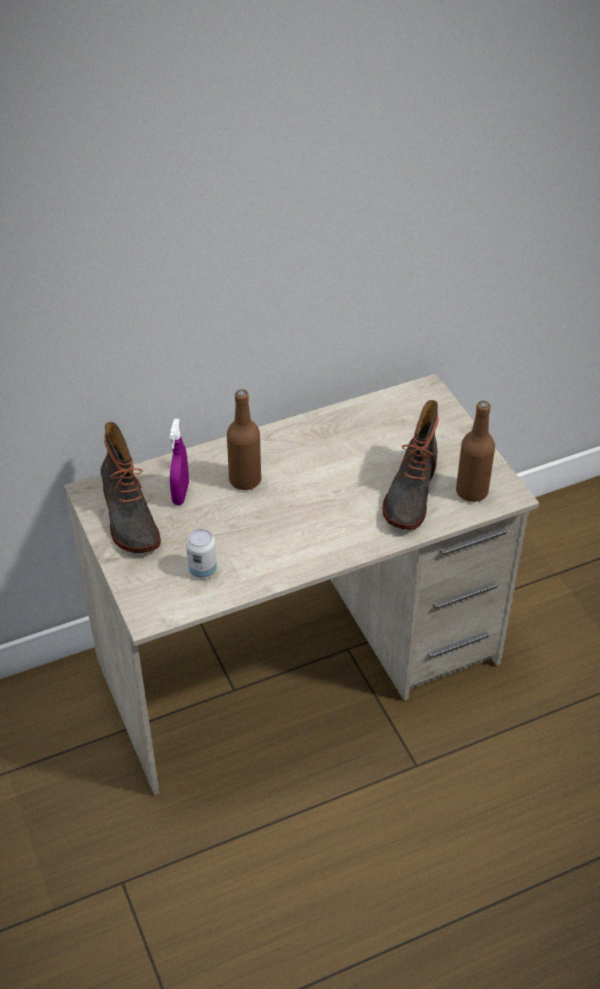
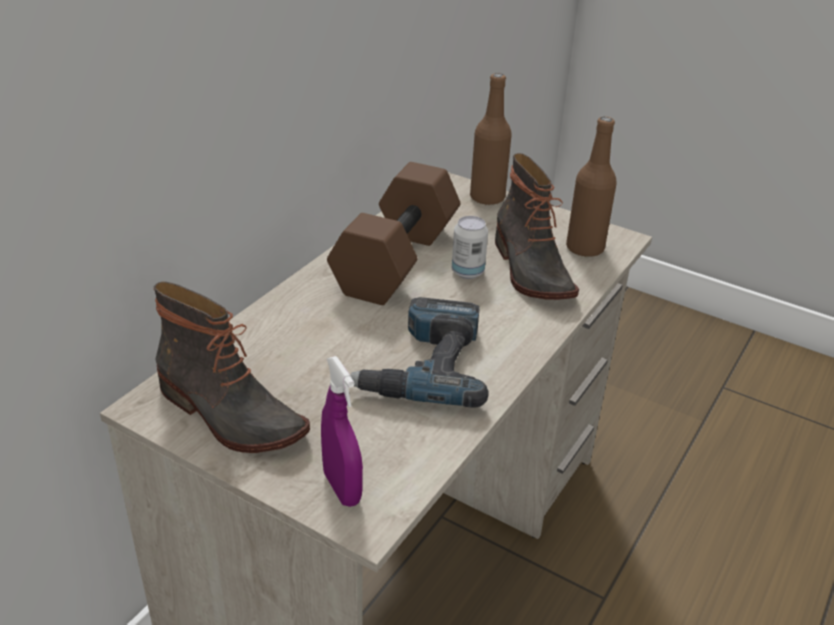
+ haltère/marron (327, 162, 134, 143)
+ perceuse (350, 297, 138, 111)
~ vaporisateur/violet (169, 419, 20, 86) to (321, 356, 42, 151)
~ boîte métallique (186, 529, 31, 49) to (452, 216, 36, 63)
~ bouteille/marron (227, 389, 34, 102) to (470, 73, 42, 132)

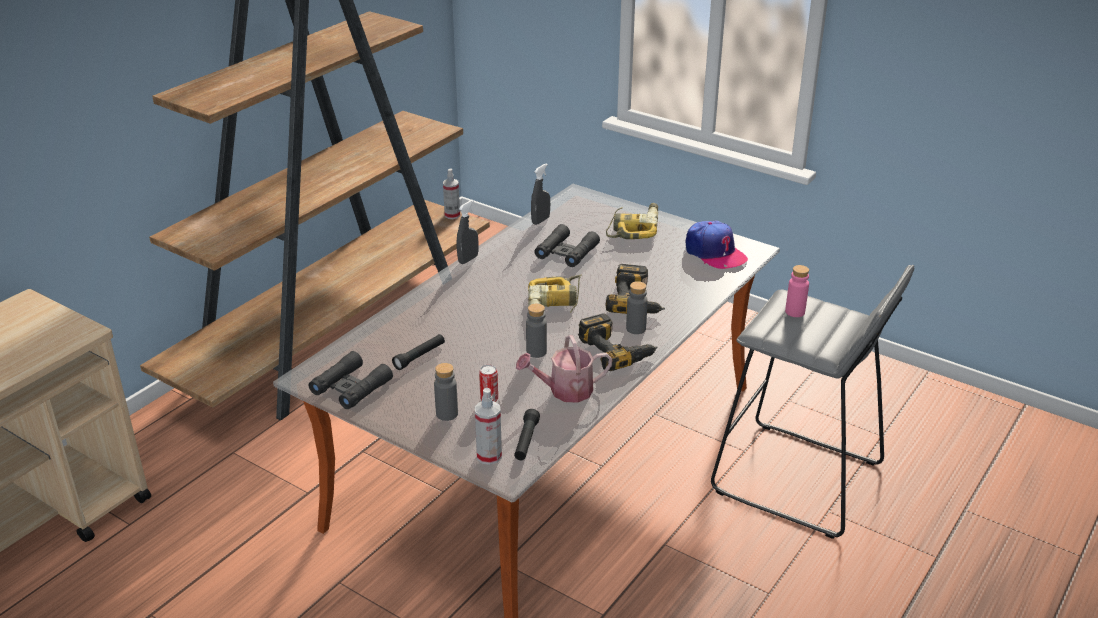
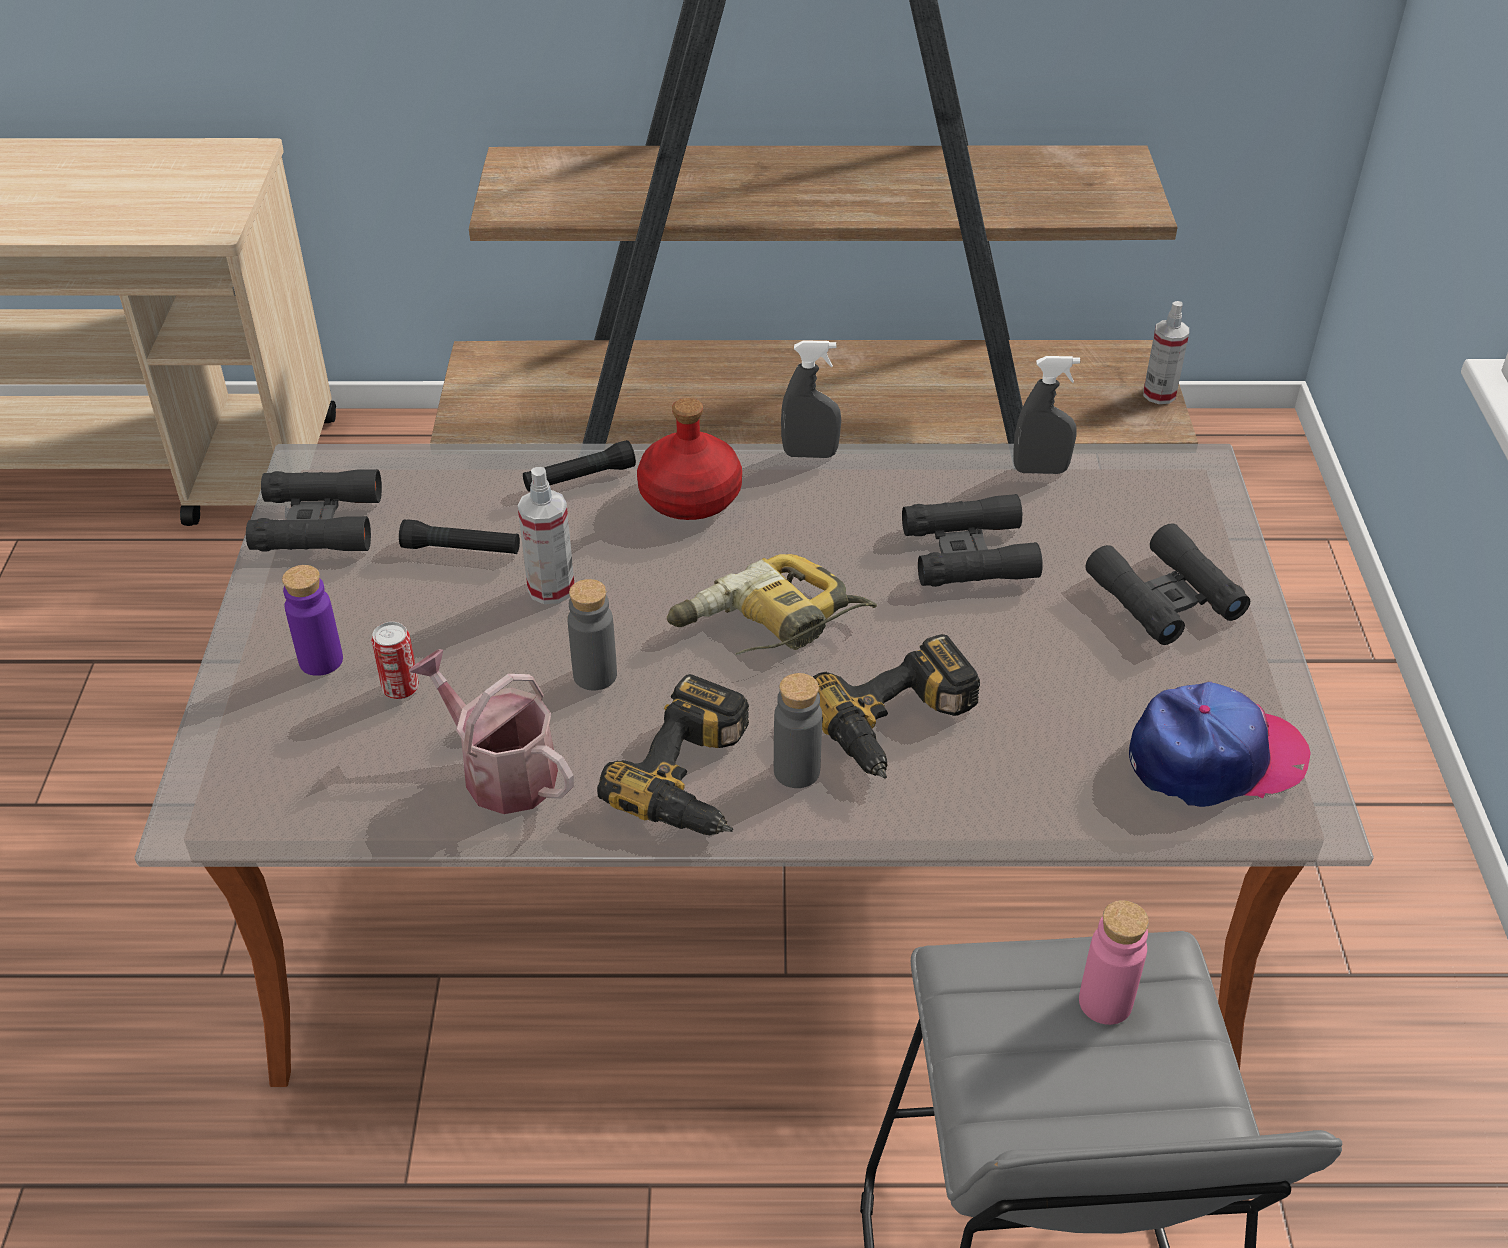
+ bouteille/rouge (637, 398, 105, 122)
~ vaporisateur (475, 388, 27, 77) to (517, 467, 57, 137)
~ lampe de poche/noir (514, 409, 26, 51) to (523, 440, 113, 52)
~ perceuse (606, 203, 52, 36) to jumelles/noir (1085, 523, 165, 122)
~ bouteille/gris (434, 363, 24, 58) to bouteille/violet (282, 565, 61, 111)
~ casquette (686, 221, 62, 48) = (1129, 682, 182, 125) 120 degrees counterclockwise

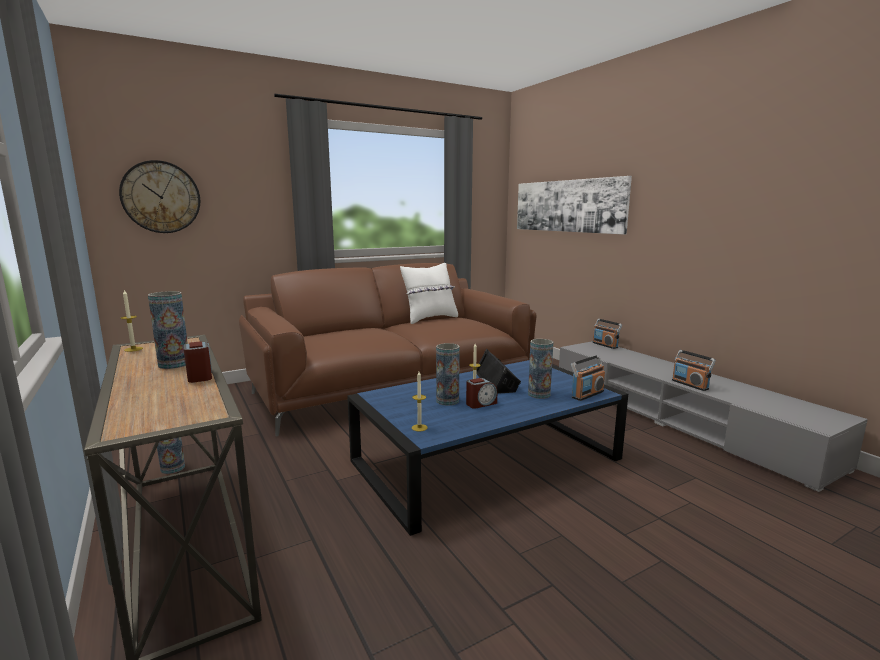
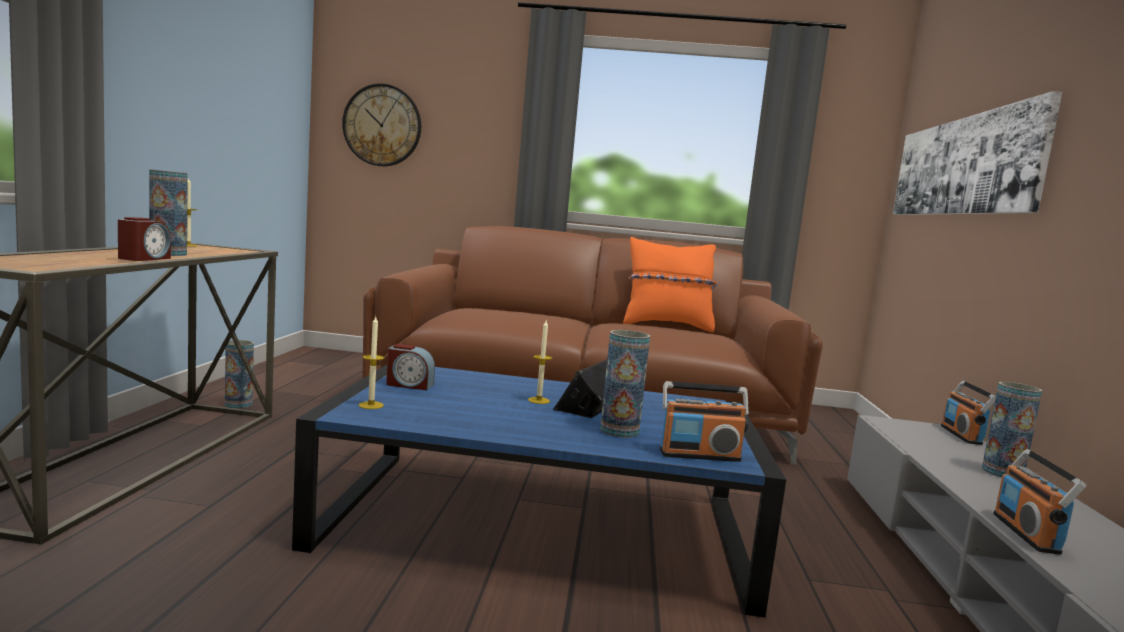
~ vase (436, 343, 24, 63) to (982, 382, 60, 96)
~ réveil (466, 378, 31, 31) to (386, 344, 49, 46)
~ coussin/blanc (400, 263, 58, 61) to coussin/orange (623, 237, 95, 95)

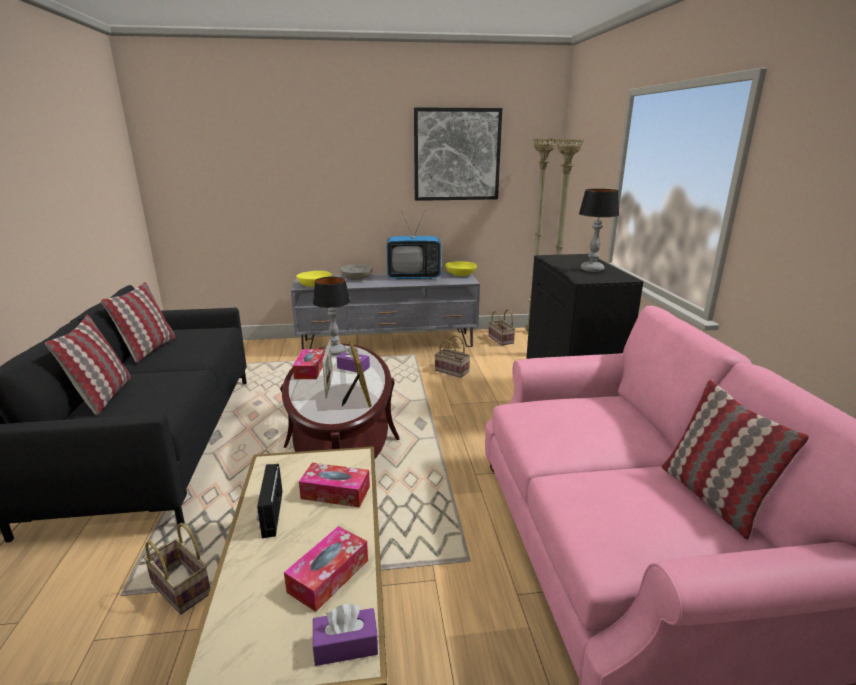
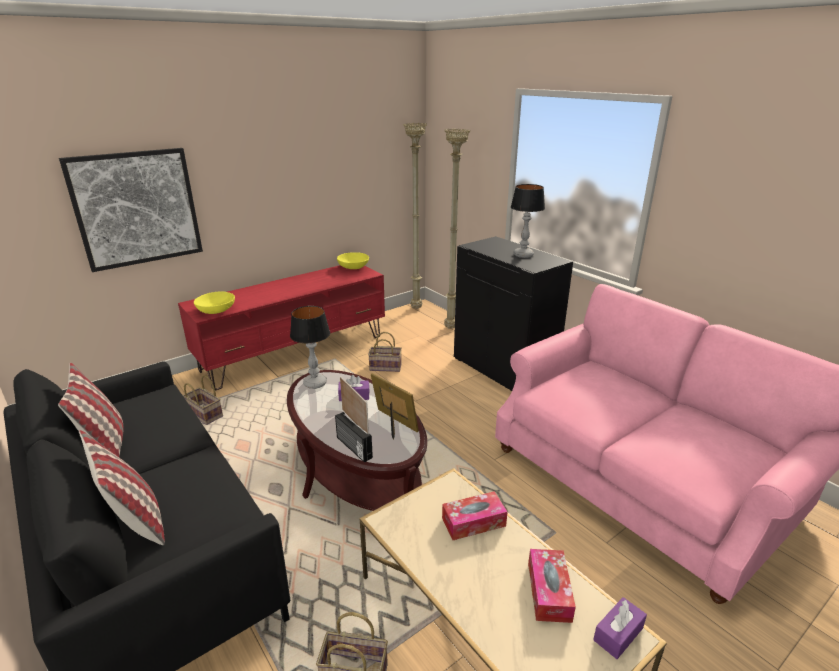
- boîte à mouchoirs (293, 349, 32, 30)
- bol/gris (340, 264, 33, 16)
- téléviseur (386, 211, 55, 69)
- coussin (662, 380, 147, 160)
~ radio (257, 464, 26, 74) to (335, 412, 38, 50)
~ tableau (414, 107, 88, 94) to (59, 148, 144, 124)
~ panier (488, 309, 28, 36) to (183, 375, 40, 50)
~ meuble télé/gris (291, 272, 189, 78) to meuble télé/rouge (178, 265, 207, 126)

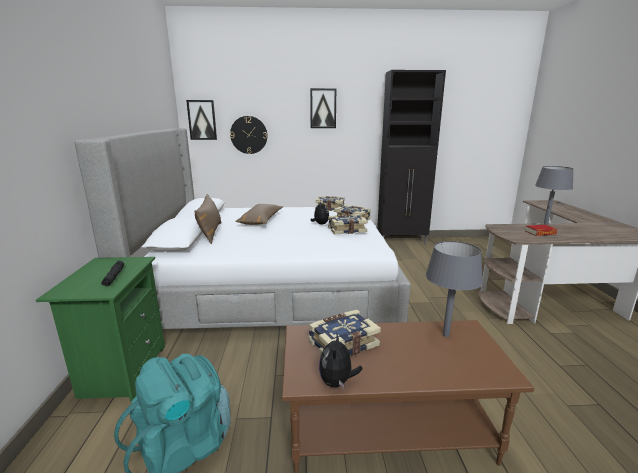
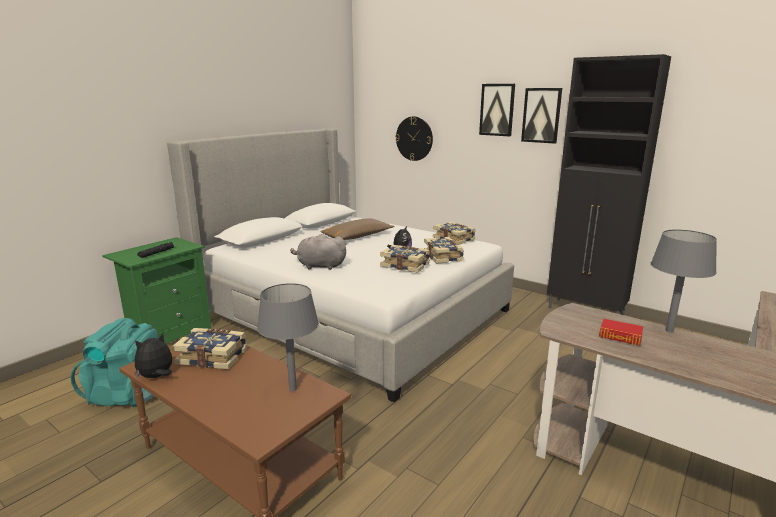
- coussin/marron (194, 194, 28, 50)
+ peluche/gris (290, 233, 57, 37)
~ tableau (186, 100, 31, 40) to (521, 88, 41, 56)

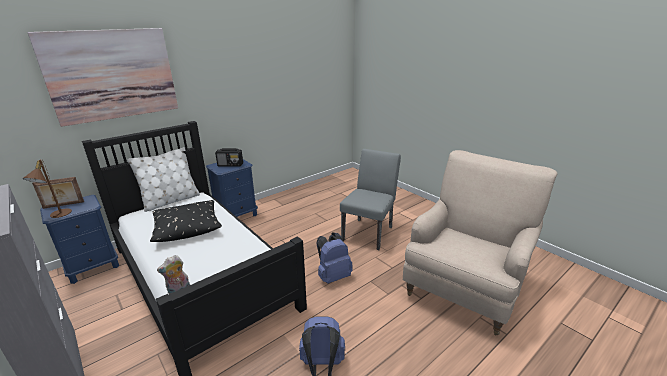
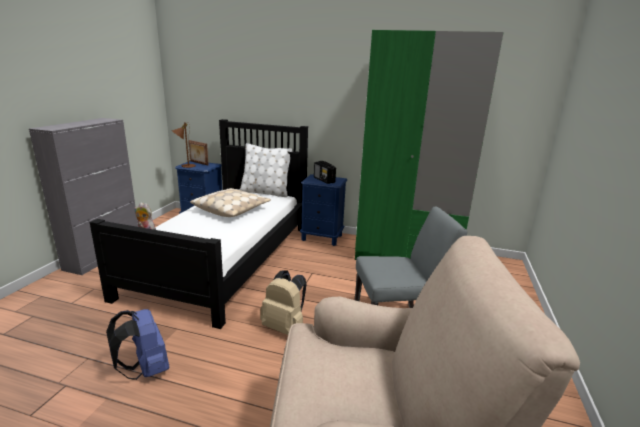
- tableau (27, 28, 151, 99)
+ armoire/vert (355, 30, 148, 230)
~ coussin/noir (150, 200, 72, 42) to coussin/beige (190, 188, 81, 29)
~ sac à dos/bleu (316, 232, 37, 52) to sac à dos/beige (260, 270, 46, 65)

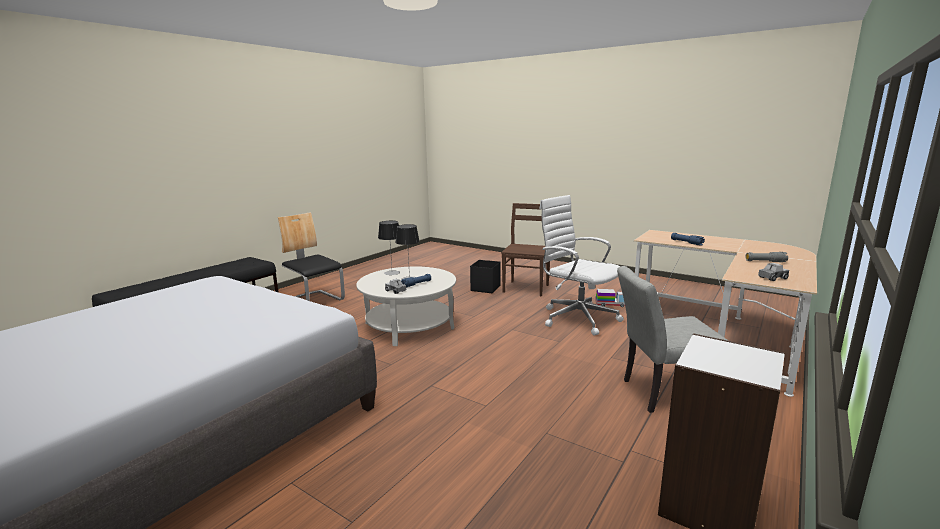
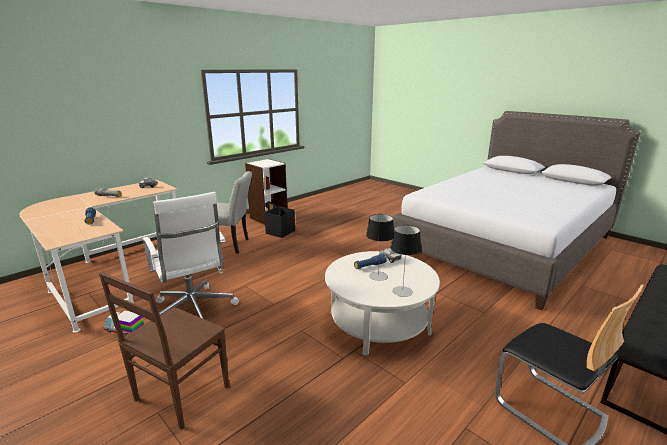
~ boîte de rangement/noir (470, 260, 31, 33) to (264, 206, 31, 32)

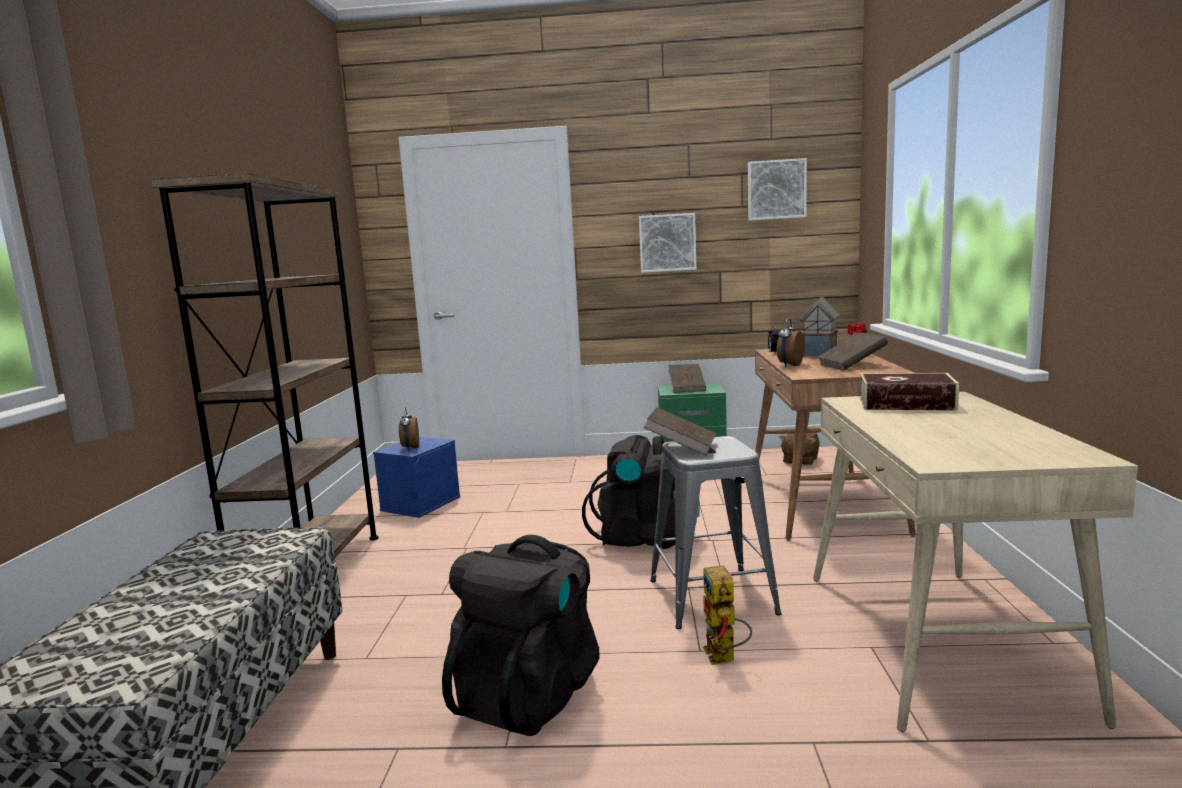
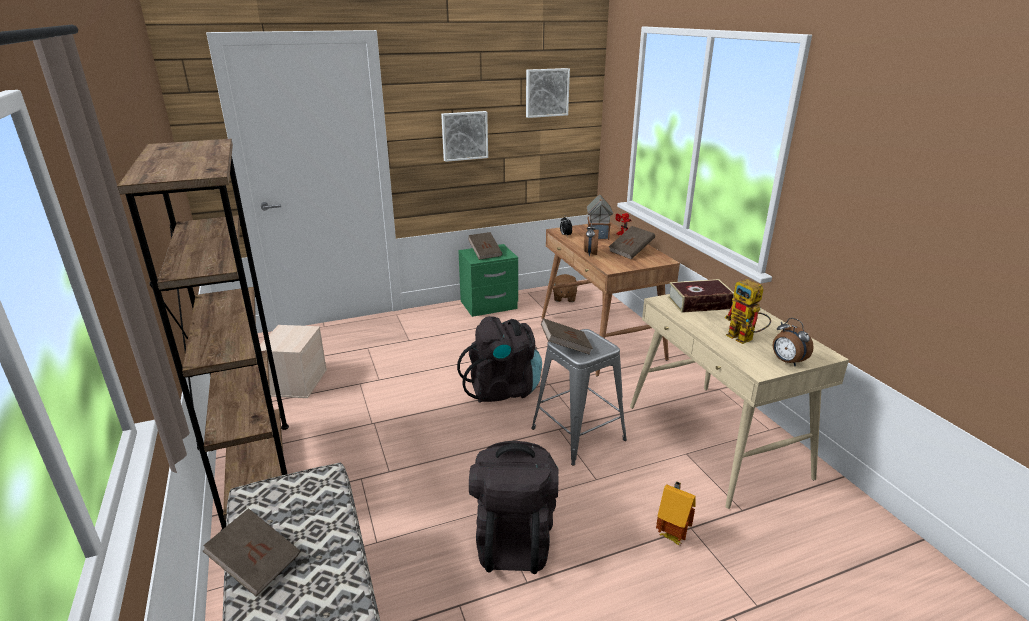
+ livre/marron (203, 508, 97, 88)
+ maison miniature (656, 481, 40, 64)
~ réveil (399, 408, 20, 43) to (773, 318, 41, 49)
~ robot jouet (703, 565, 49, 100) to (725, 279, 46, 65)
~ boîte de rangement/bleu (373, 437, 87, 81) to boîte de rangement/beige (260, 325, 67, 73)

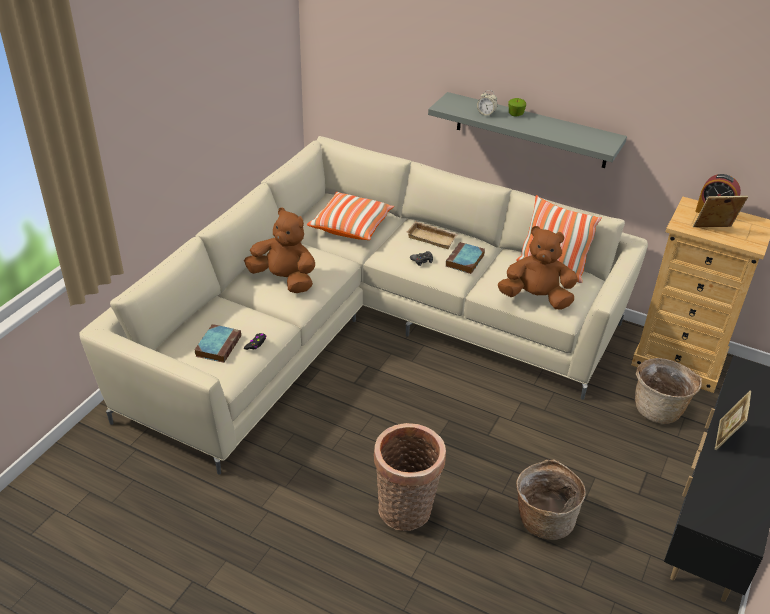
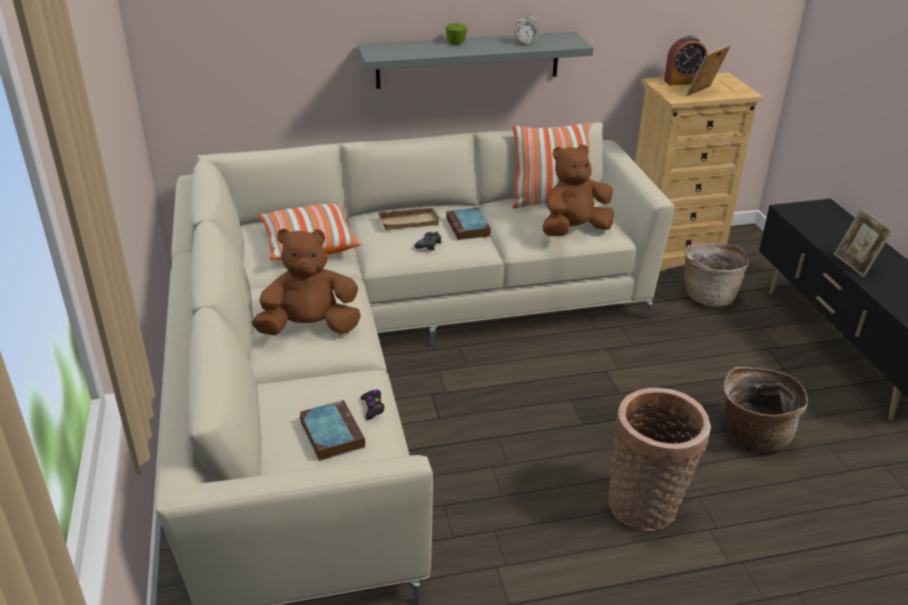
~ réveil (477, 90, 21, 26) to (514, 13, 24, 31)

